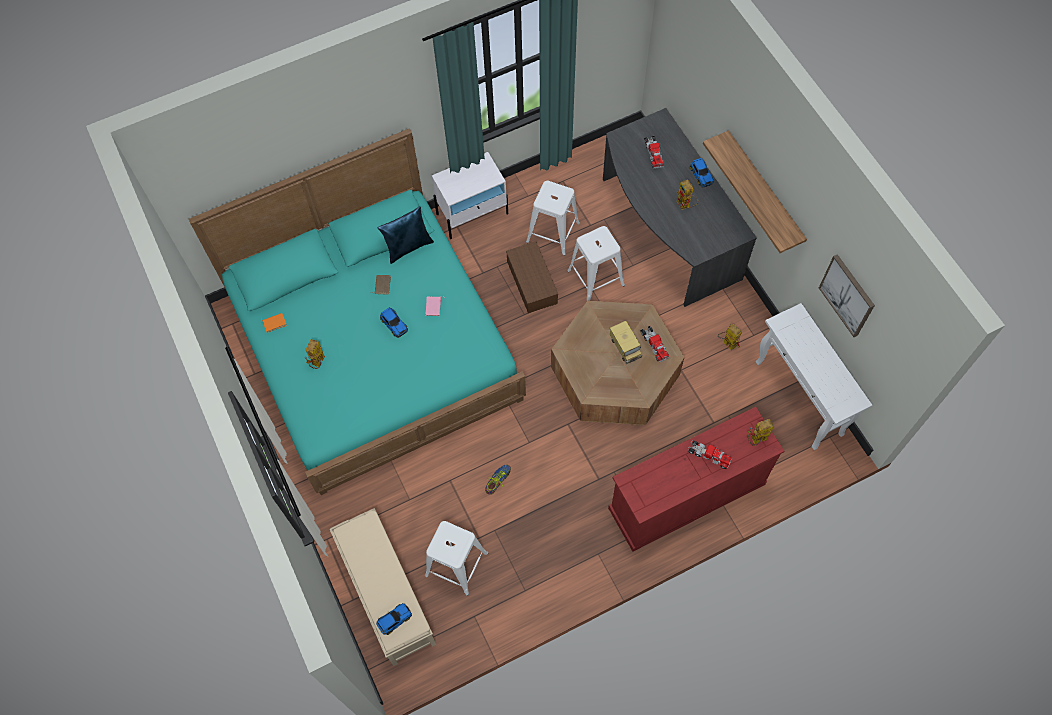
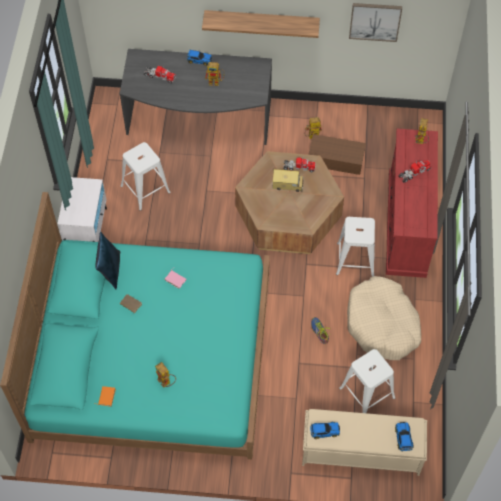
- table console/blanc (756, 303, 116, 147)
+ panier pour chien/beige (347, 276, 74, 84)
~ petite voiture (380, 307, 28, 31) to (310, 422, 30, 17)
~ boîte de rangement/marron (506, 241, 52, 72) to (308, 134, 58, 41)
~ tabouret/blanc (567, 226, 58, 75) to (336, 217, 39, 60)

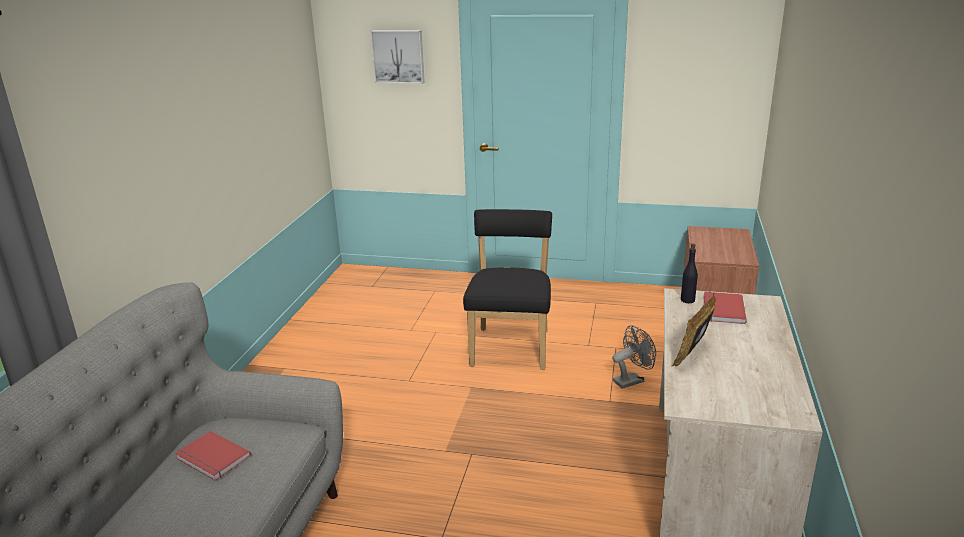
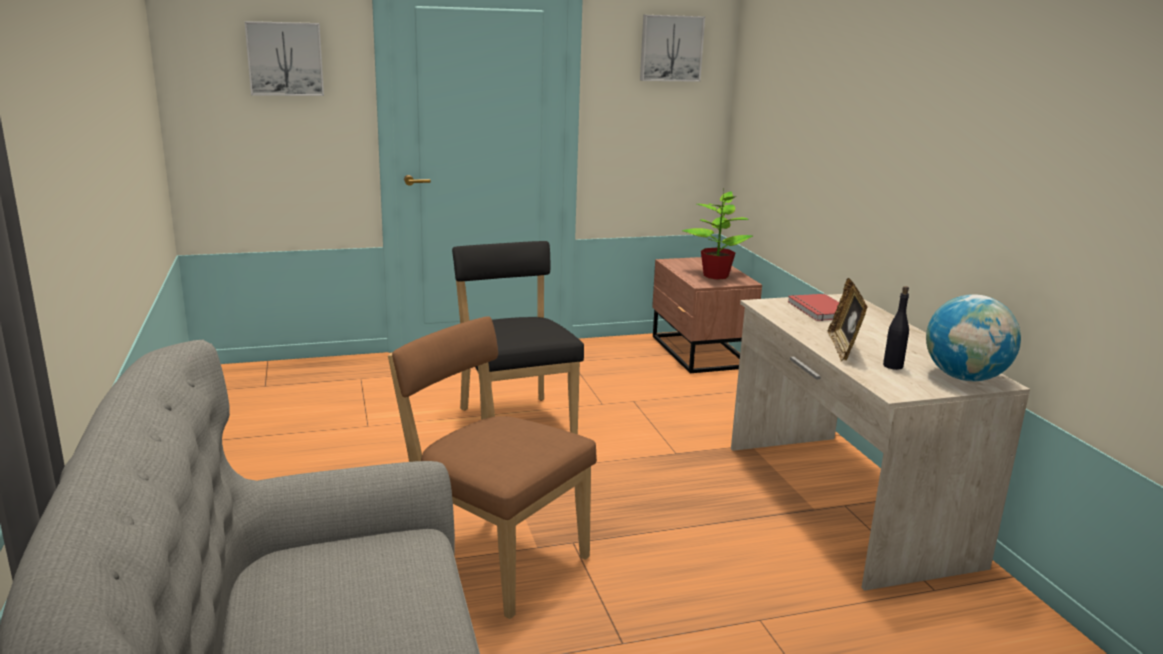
- livre/rouge (175, 431, 76, 50)
- ventilateur/gris (612, 325, 44, 64)
+ chaise/marron (388, 316, 209, 303)
+ tableau (640, 15, 65, 67)
+ plante en pot (682, 191, 71, 89)
+ globe (926, 294, 95, 87)
~ bouteille/noir (681, 244, 17, 59) to (883, 286, 26, 84)

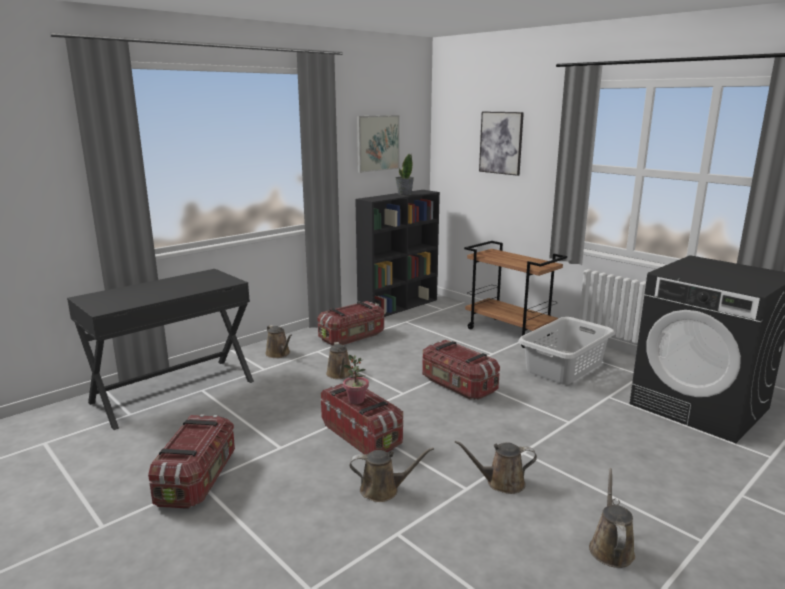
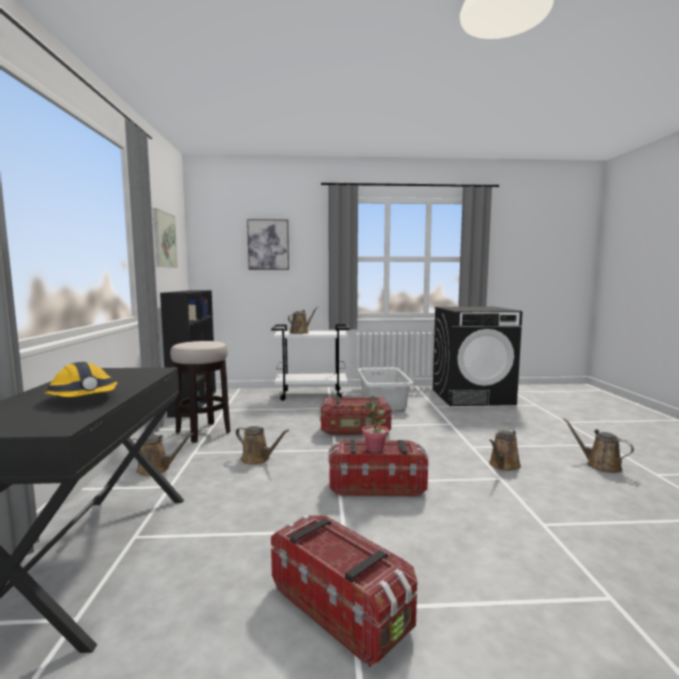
- plante en pot (395, 154, 19, 41)
+ casque de chantier (44, 362, 74, 35)
~ arrosoir/marron (350, 447, 84, 55) to (288, 307, 30, 27)
~ boîte de rangement (318, 301, 66, 45) to tabouret (170, 341, 60, 102)
~ chariot/marron (464, 241, 103, 107) to chariot/blanc (271, 324, 79, 77)

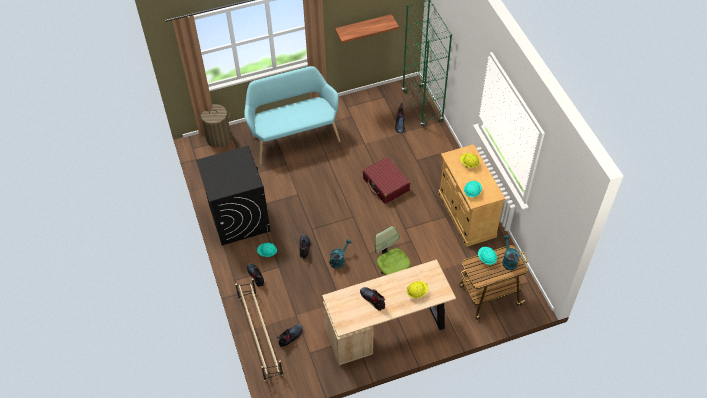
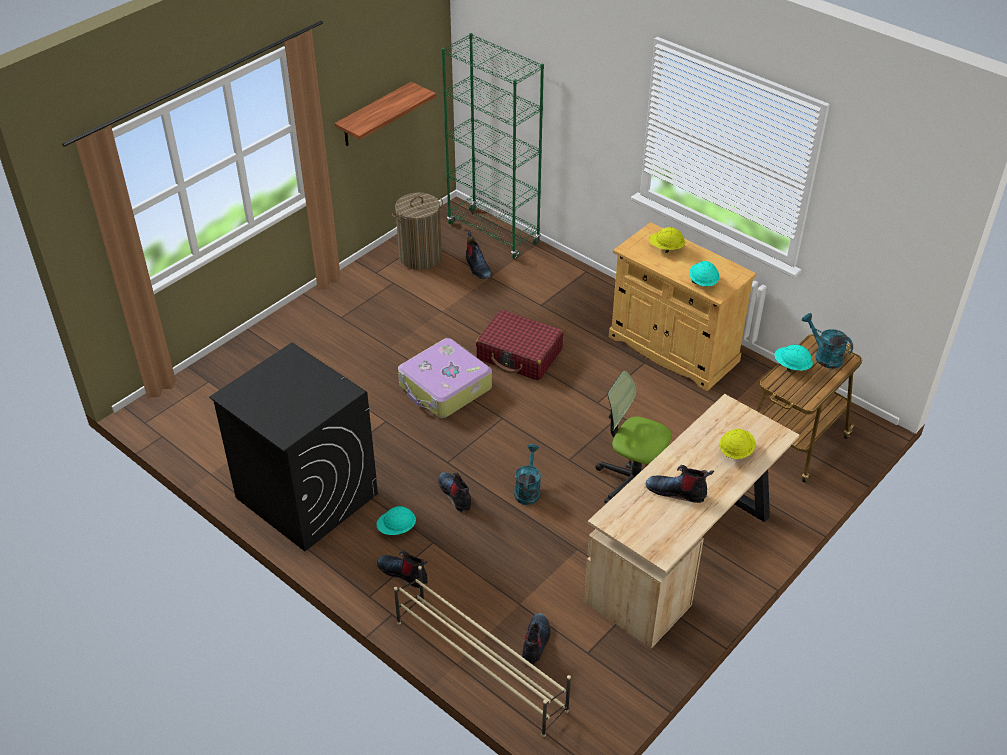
- banc/turquoise (244, 66, 97, 98)
+ valise (398, 338, 94, 80)
~ panier à linge (198, 104, 33, 44) to (392, 192, 51, 78)

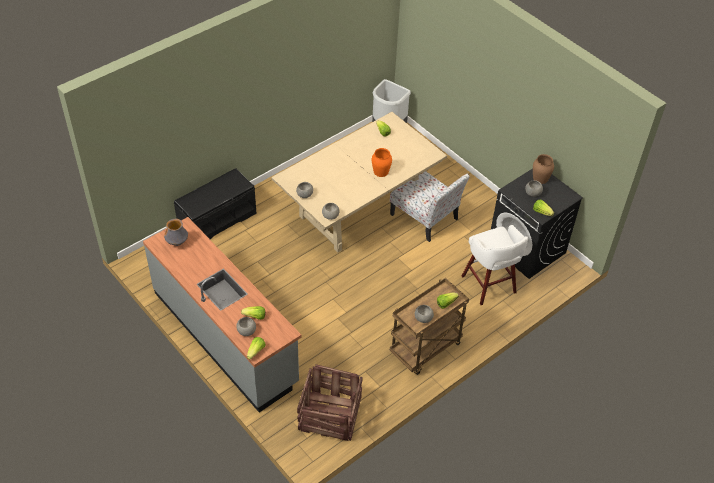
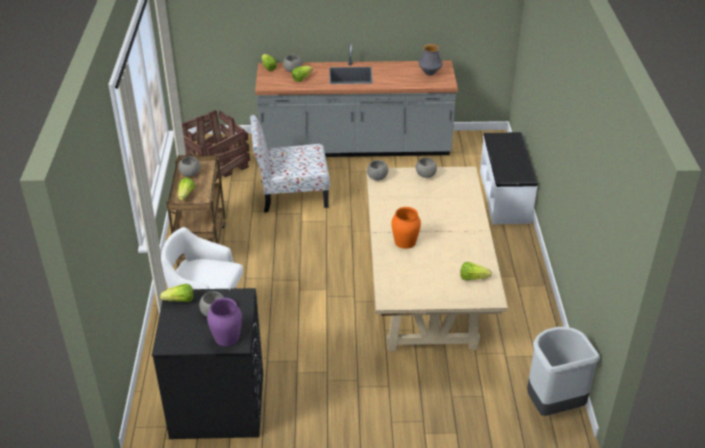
~ chaise (390, 171, 80, 71) to (250, 115, 80, 98)
~ banc/noir (174, 168, 83, 71) to banc/blanc (480, 132, 58, 92)
~ vase/marron (533, 154, 21, 30) to vase/violet (207, 298, 35, 48)

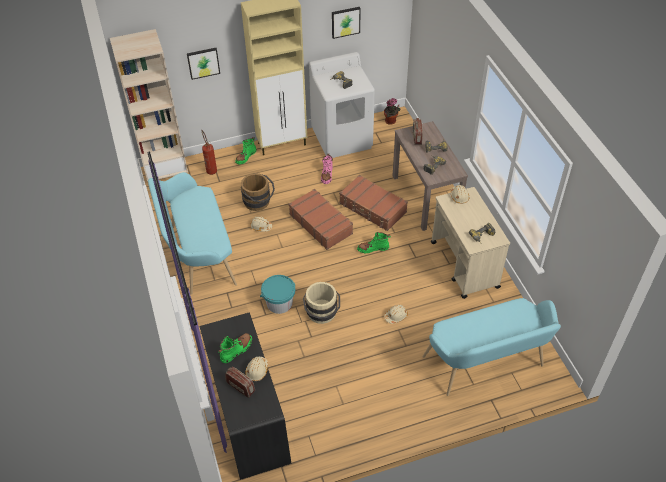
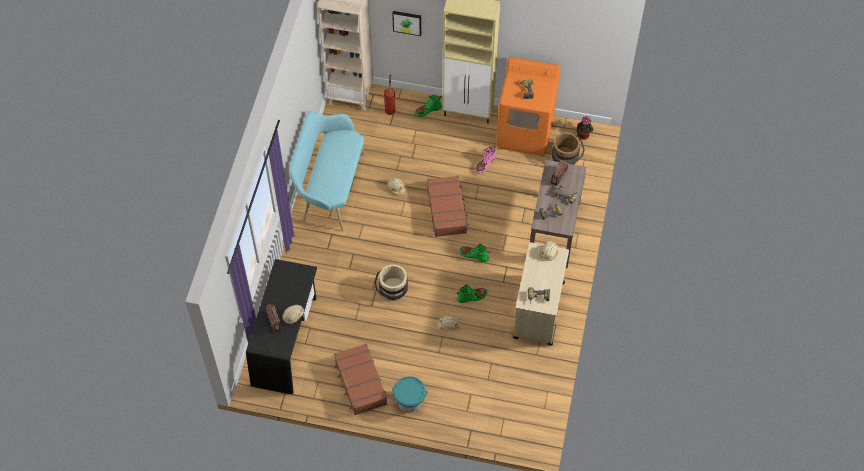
- tableau (332, 7, 29, 32)
- banc/turquoise (422, 298, 139, 98)
~ botte/vert (218, 333, 34, 30) to (457, 285, 30, 18)
~ seau/marron (241, 173, 34, 38) to (552, 132, 33, 33)
~ seau/turquoise (260, 275, 35, 39) to (392, 376, 36, 36)
~ valise/marron (339, 175, 69, 56) to (334, 343, 53, 72)
~ lave-linge/blanc (309, 52, 66, 106) to lave-linge/orange (496, 57, 65, 99)

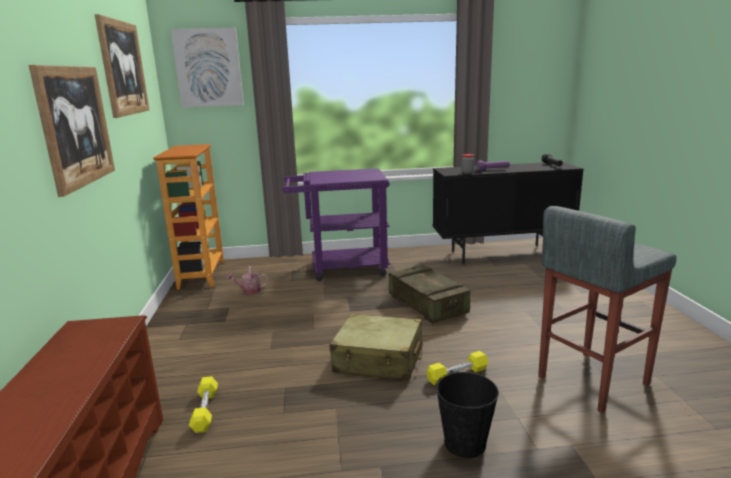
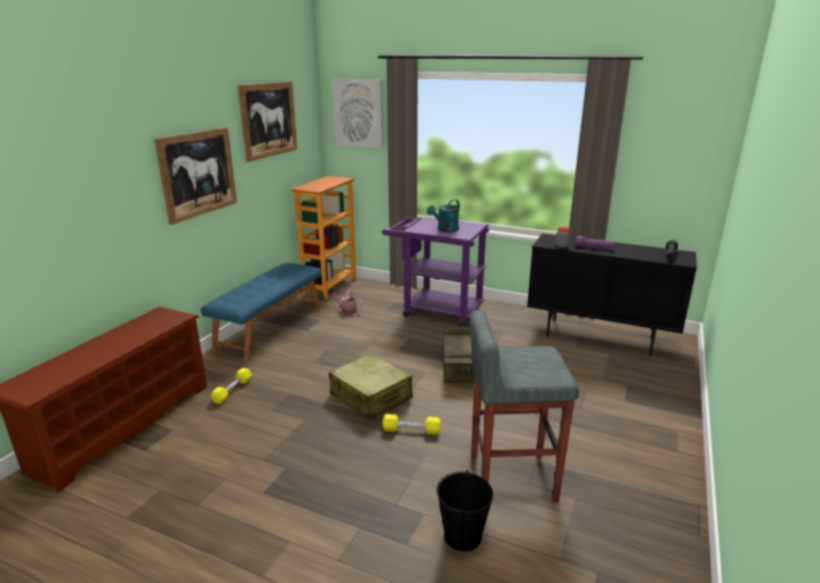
+ banc/bleu (201, 262, 121, 99)
+ arrosoir/turquoise (427, 199, 33, 33)
~ seau/noir (435, 370, 64, 88) to (437, 470, 56, 82)

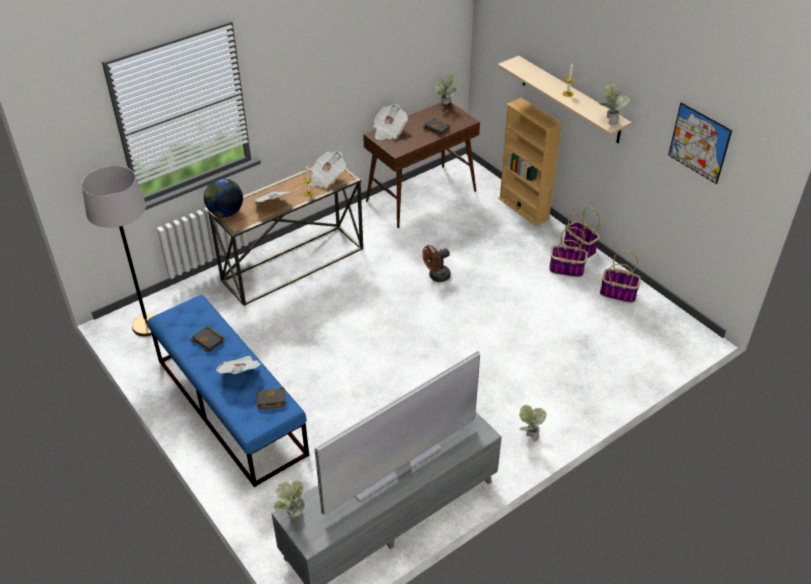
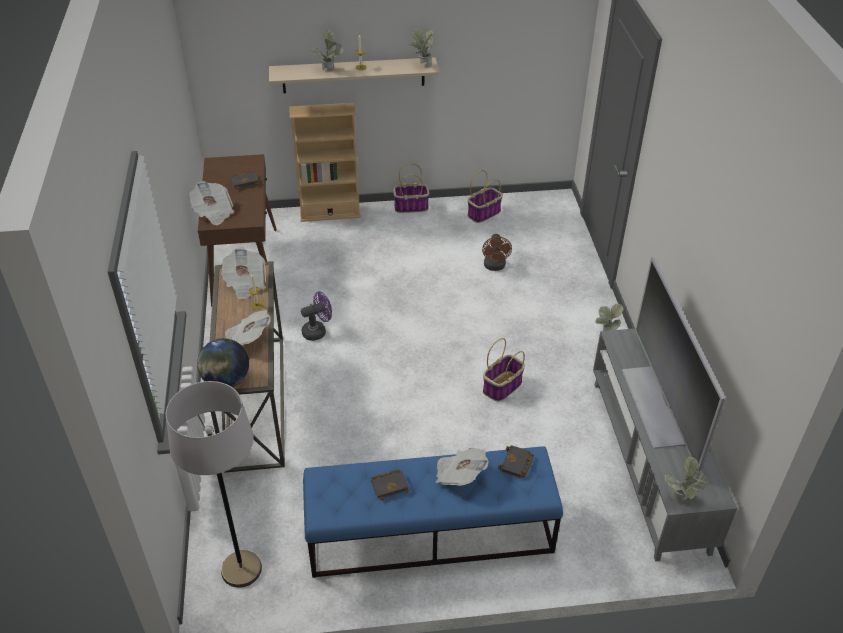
- tableau (668, 102, 64, 82)
+ ventilateur/violet (301, 291, 31, 50)
~ ventilateur/marron (422, 245, 29, 37) to (482, 234, 30, 37)
~ plante en pot (435, 74, 21, 31) to (311, 30, 32, 40)
~ panier (549, 227, 39, 50) to (483, 338, 42, 63)

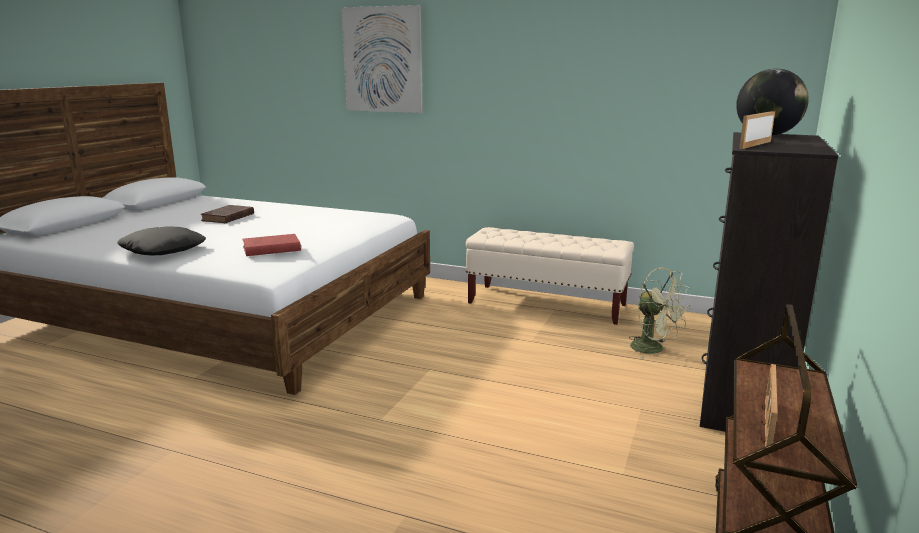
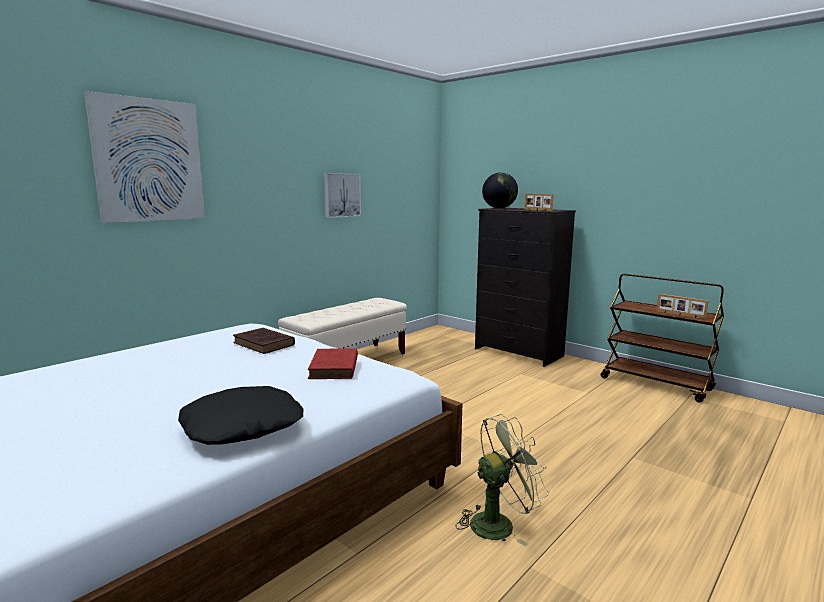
+ tableau (324, 173, 37, 45)
~ livre/marron (201, 205, 53, 18) to (233, 328, 62, 26)
~ ventilateur/vert (629, 267, 62, 92) to (456, 414, 93, 132)

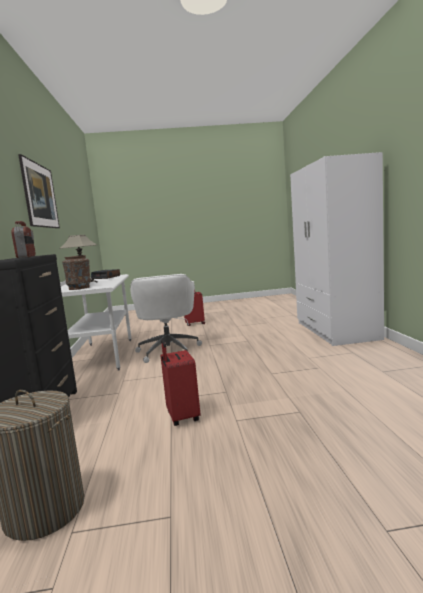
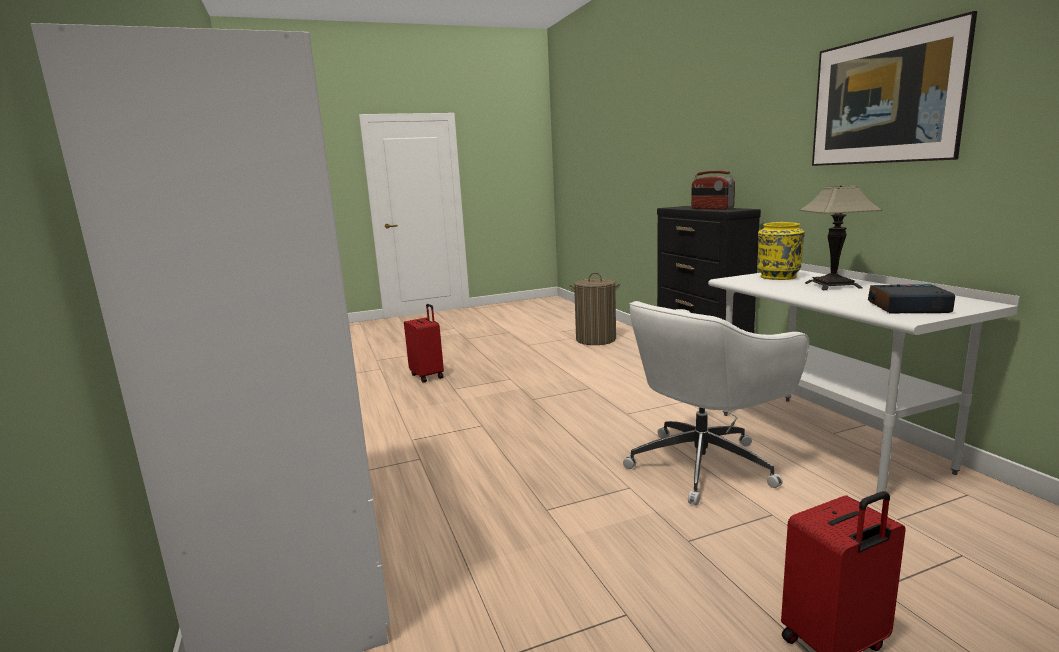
~ valise/rouge (160, 340, 40, 86) to (404, 304, 40, 79)
~ vase/marron (62, 255, 29, 35) to vase/jaune (757, 222, 48, 58)
~ chaise de bureau/blanc (130, 274, 72, 89) = (623, 301, 186, 205) 105 degrees counterclockwise

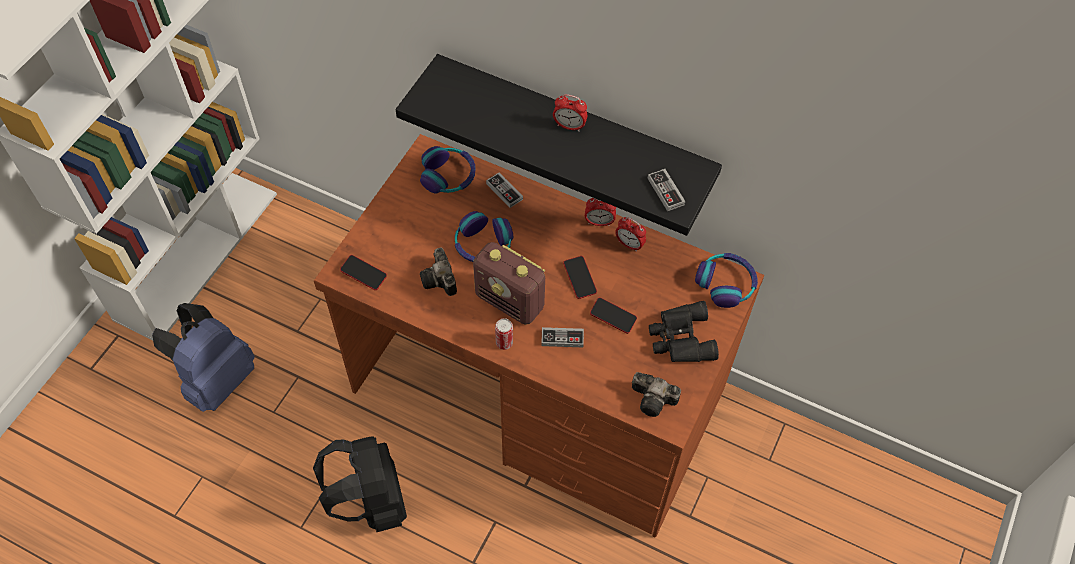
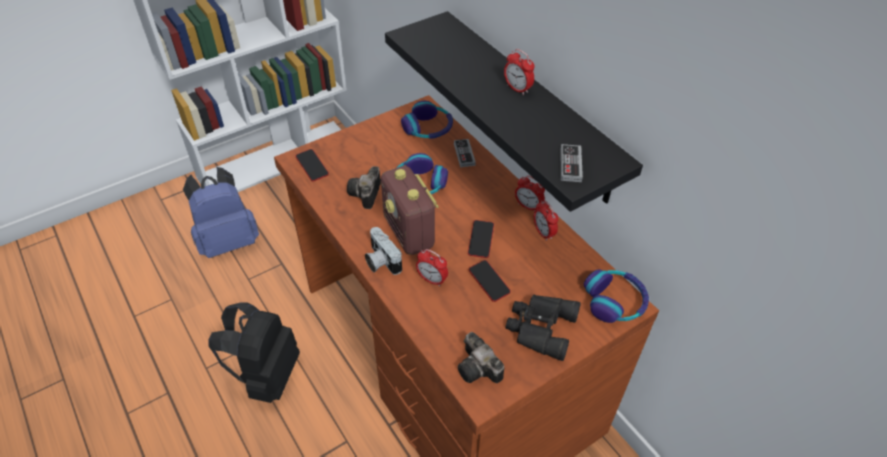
~ boîte métallique (495, 318, 18, 32) to appareil photo (365, 227, 37, 48)
~ manette (541, 327, 43, 20) to réveil (416, 249, 32, 38)

